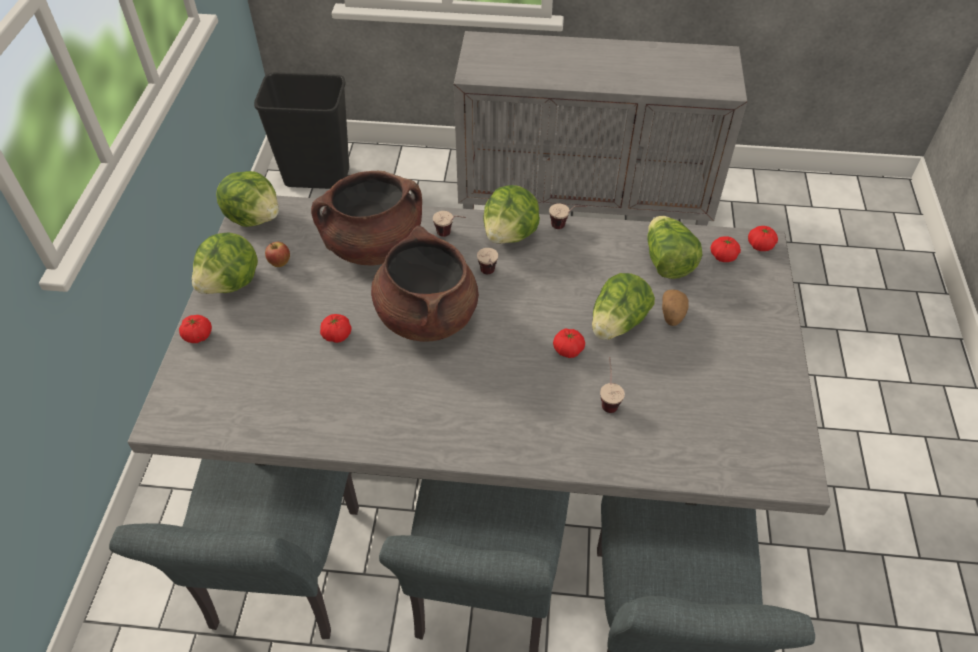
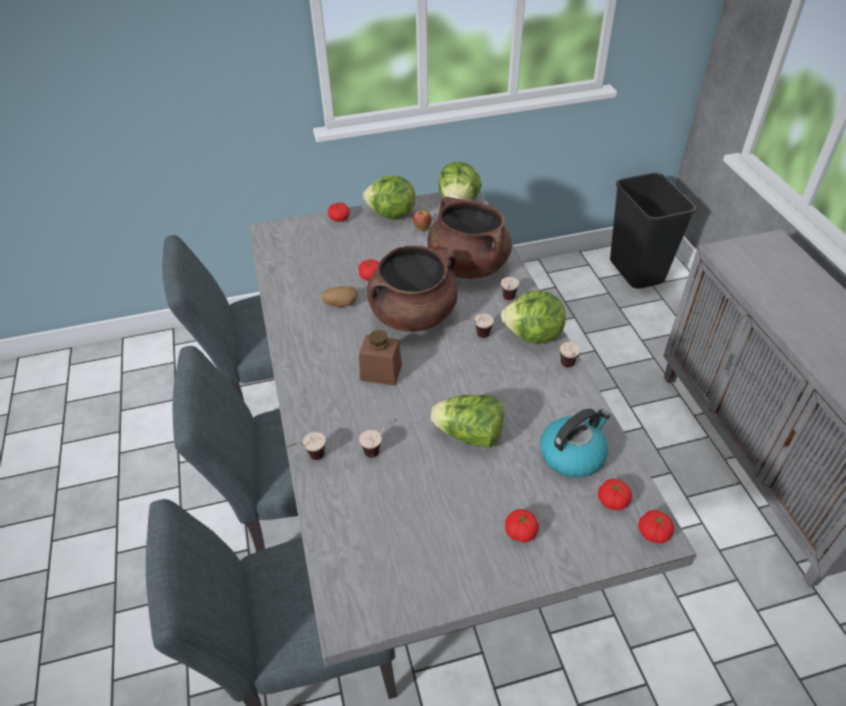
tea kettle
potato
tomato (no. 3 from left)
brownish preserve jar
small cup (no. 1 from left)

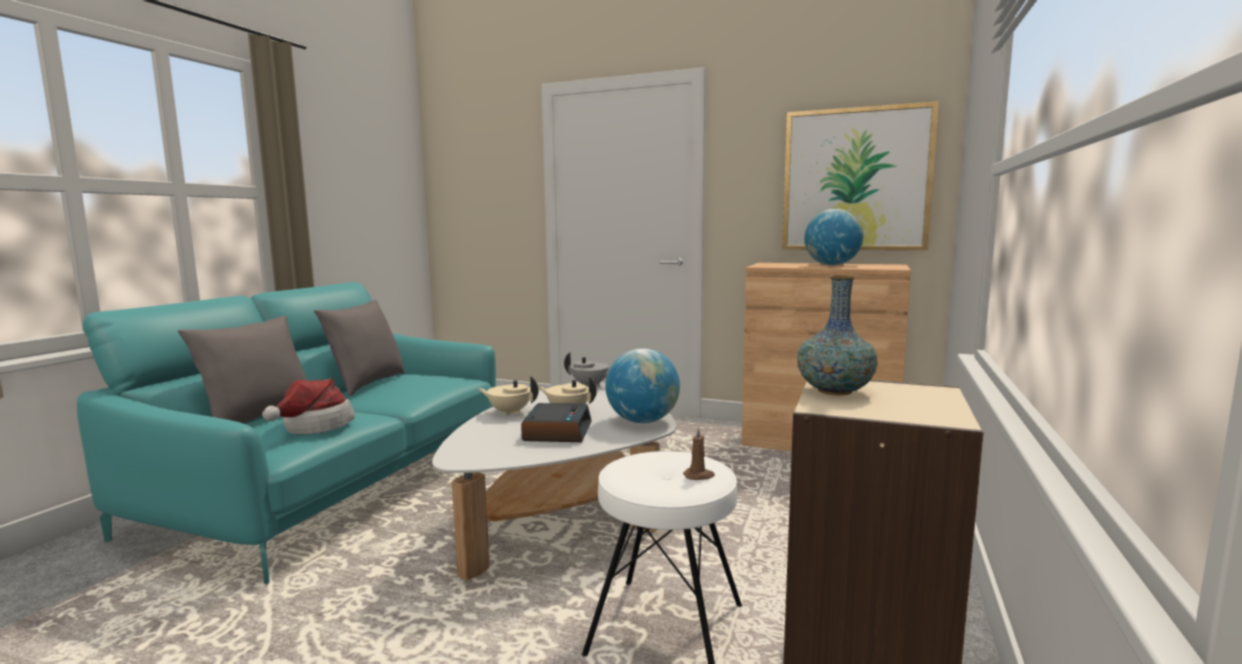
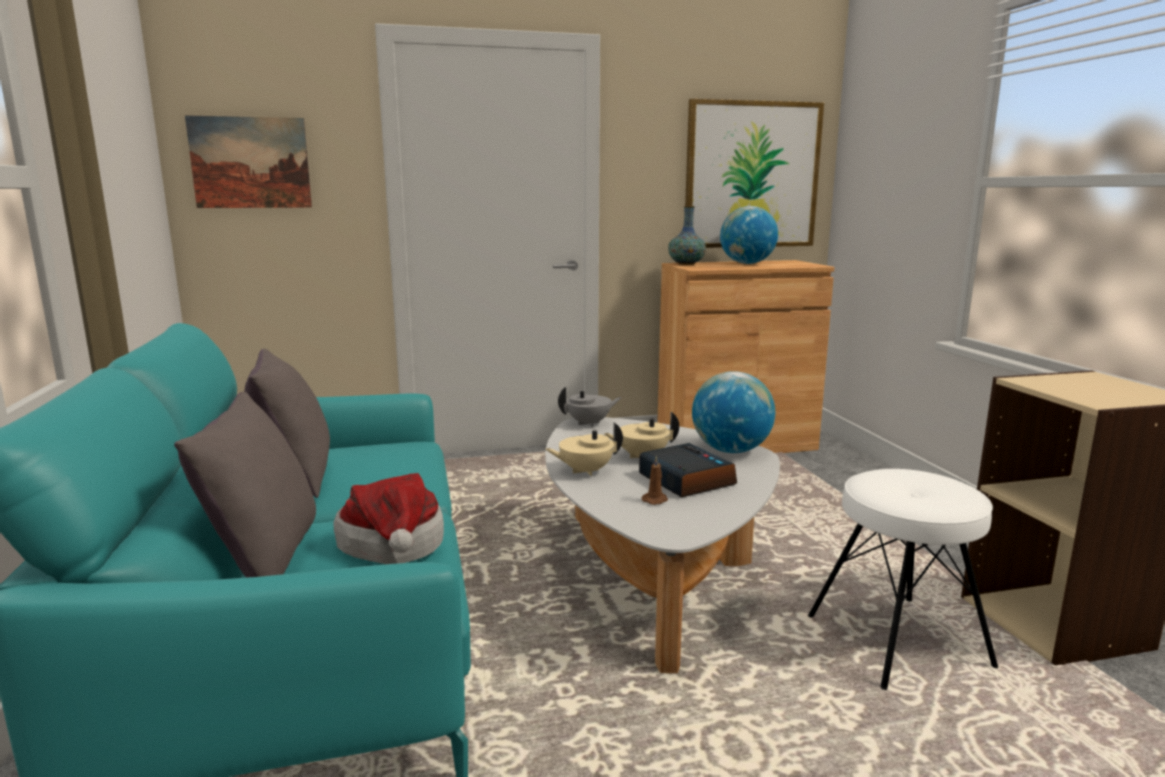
decorative vase
brownish candle
wall picture (no. 1 from left)

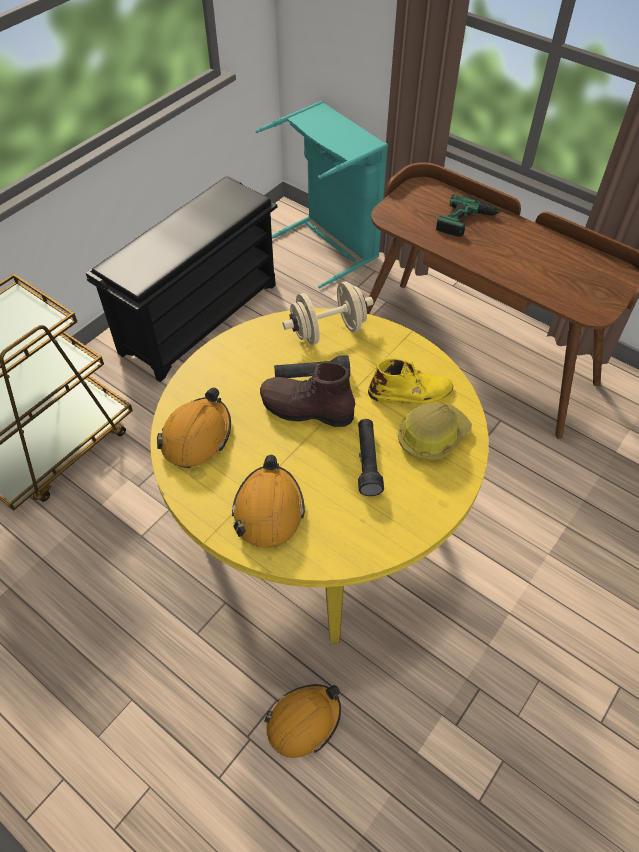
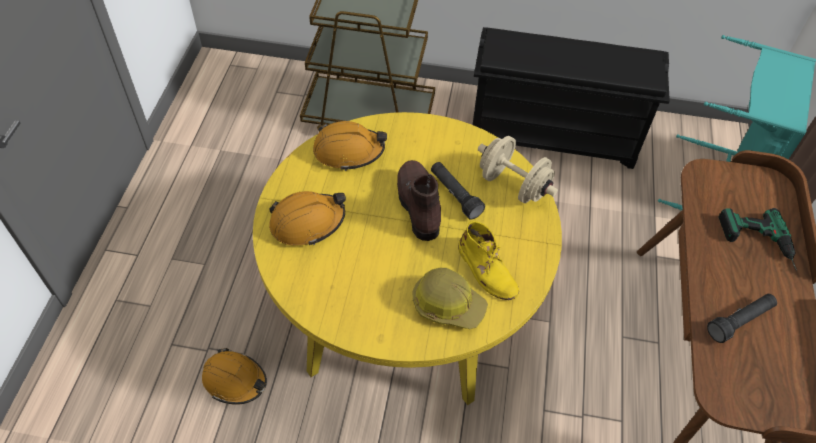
blackish hand torch (no. 2 from left)

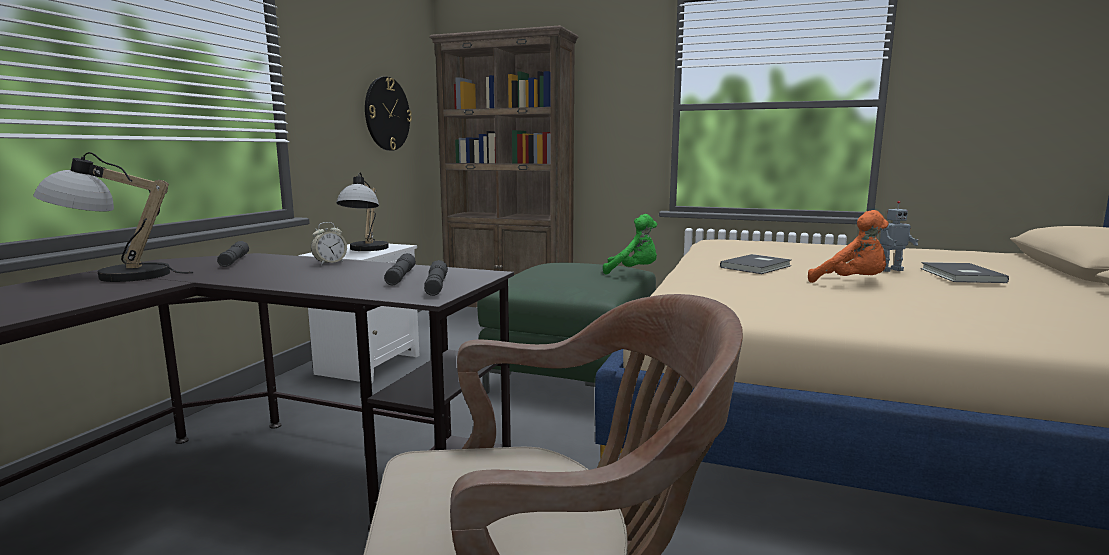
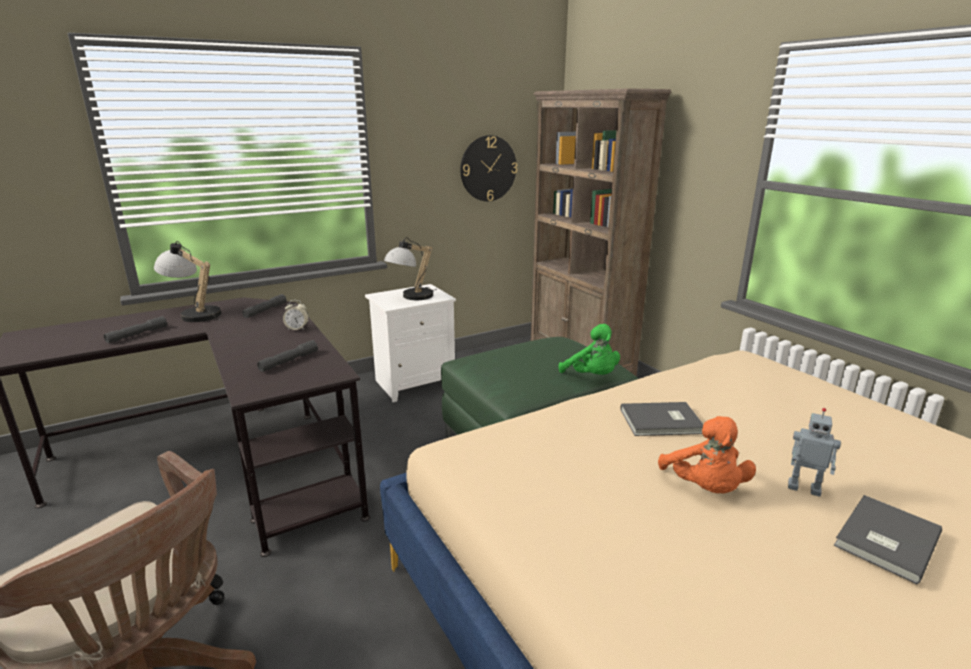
greyish hand torch (no. 1 from left)

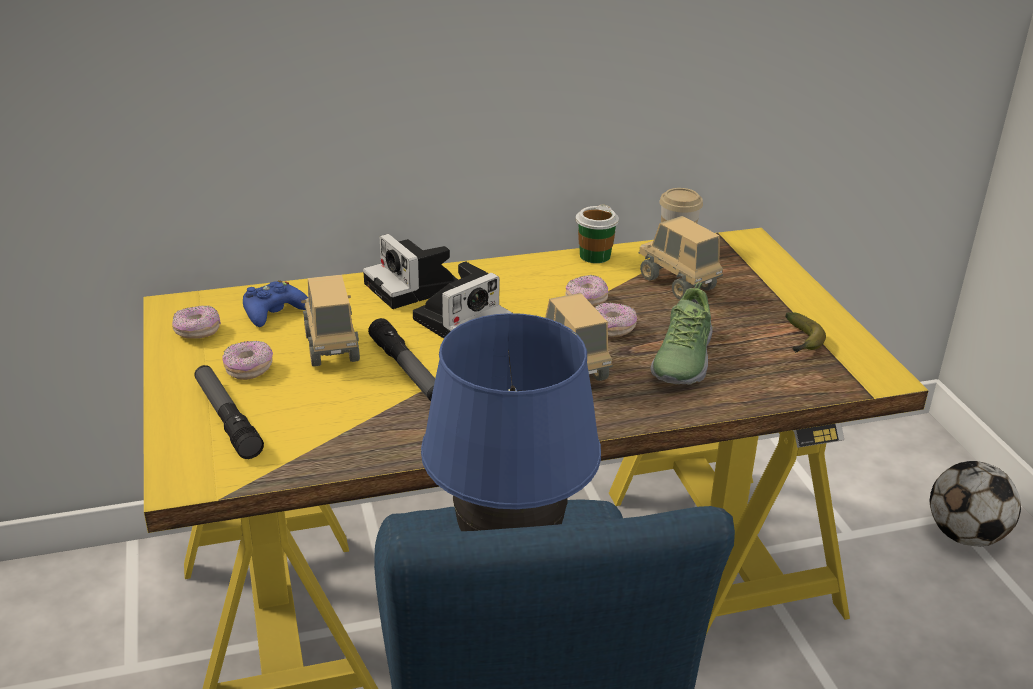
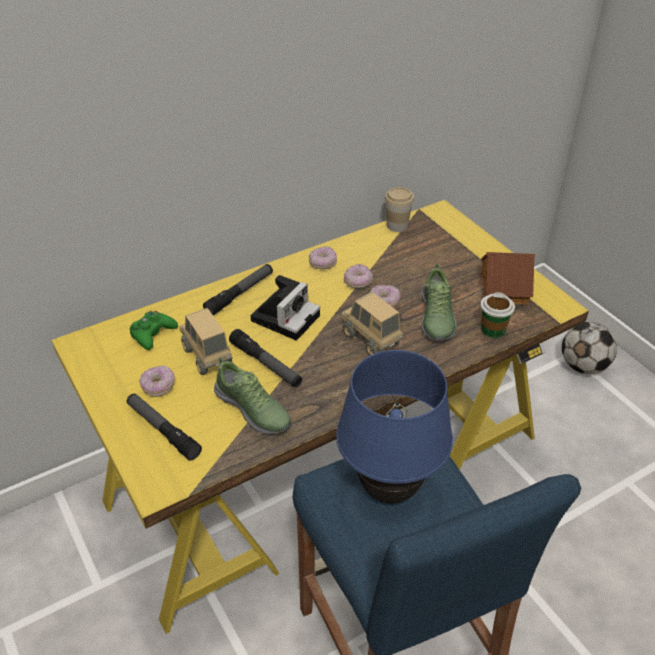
small cup (no. 2 from left)
toy truck (no. 3 from left in the first image)
hand torch (no. 2 from left)
green-coloured game controller
doughnut (no. 2 from left)
toy house
shoe (no. 1 from left)

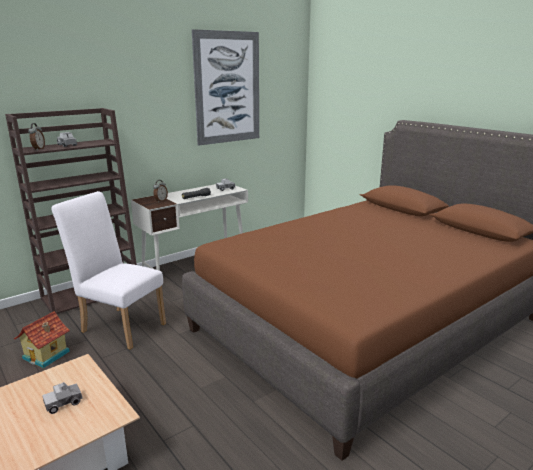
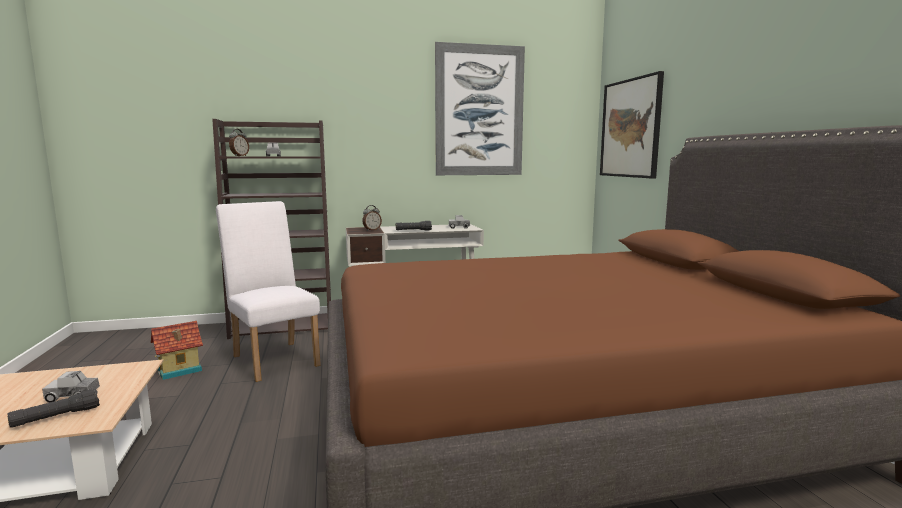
wall picture (no. 2 from left)
blackish hand torch (no. 1 from left)

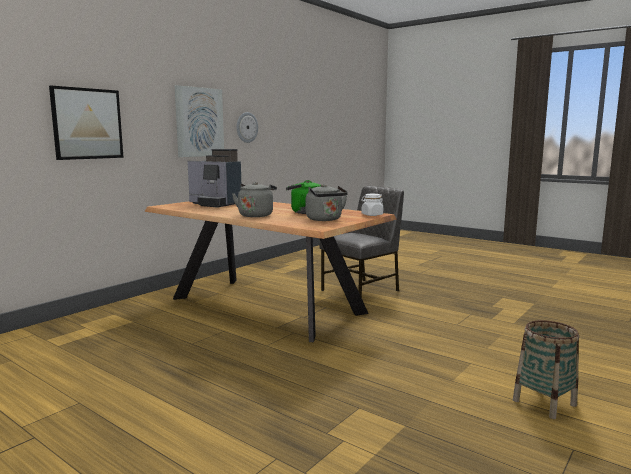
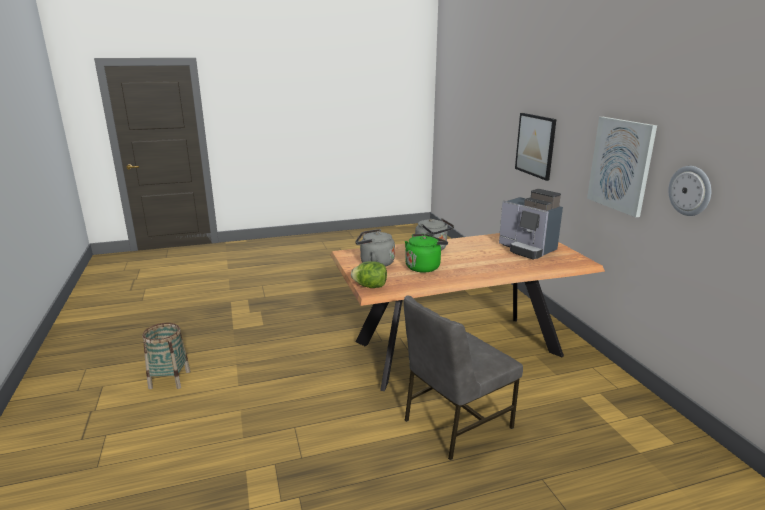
coffee brewer
greyish upright chair
lettuce head

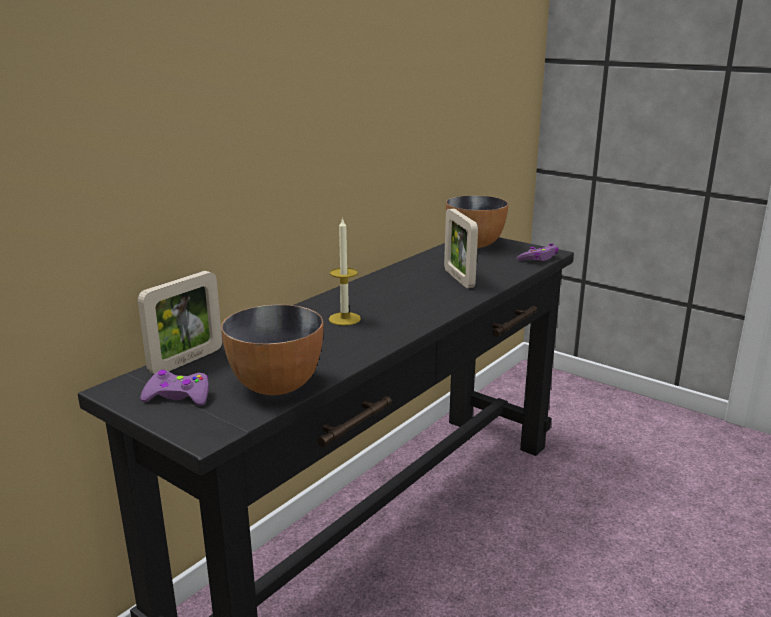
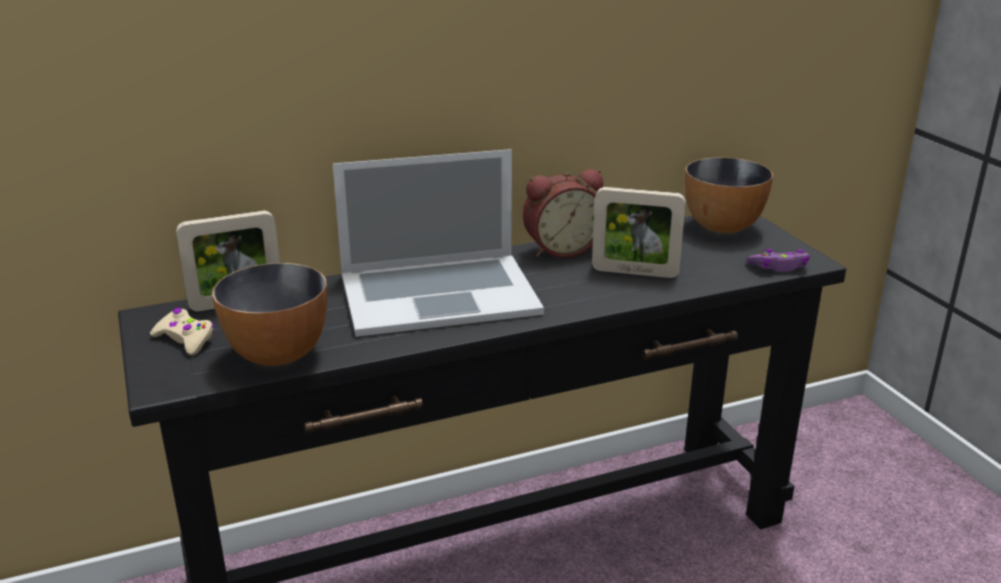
picture frame (no. 2 from left)
portable computer
sand-coloured game controller
table clock

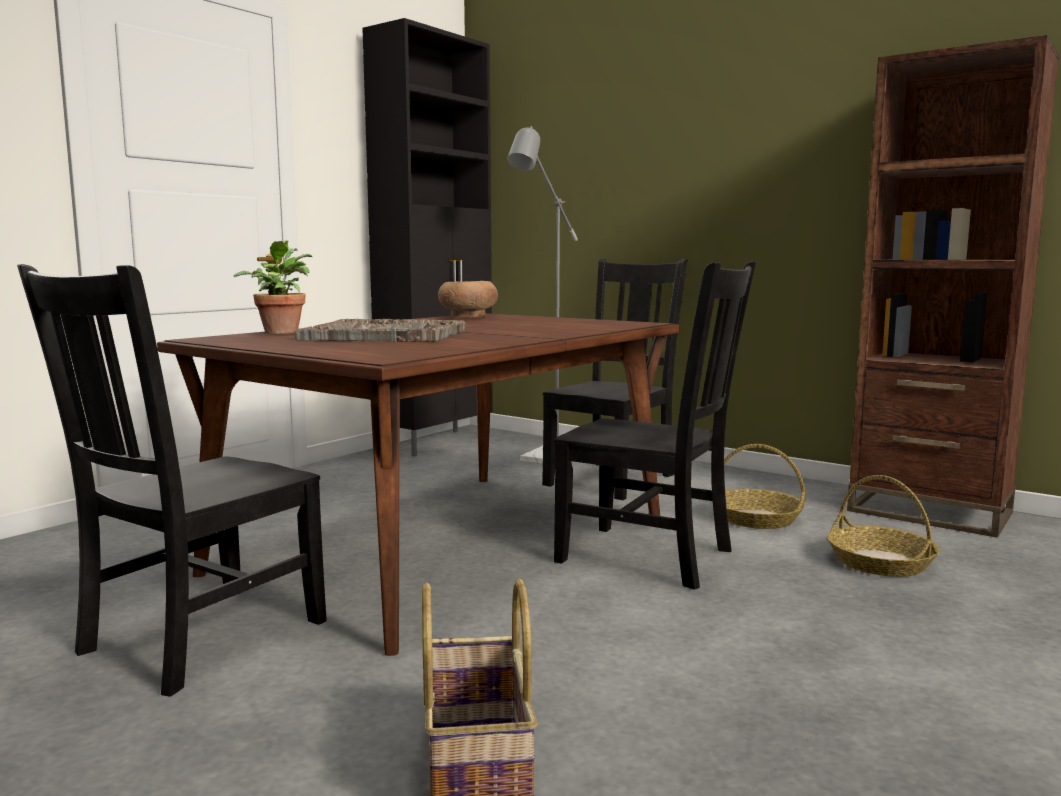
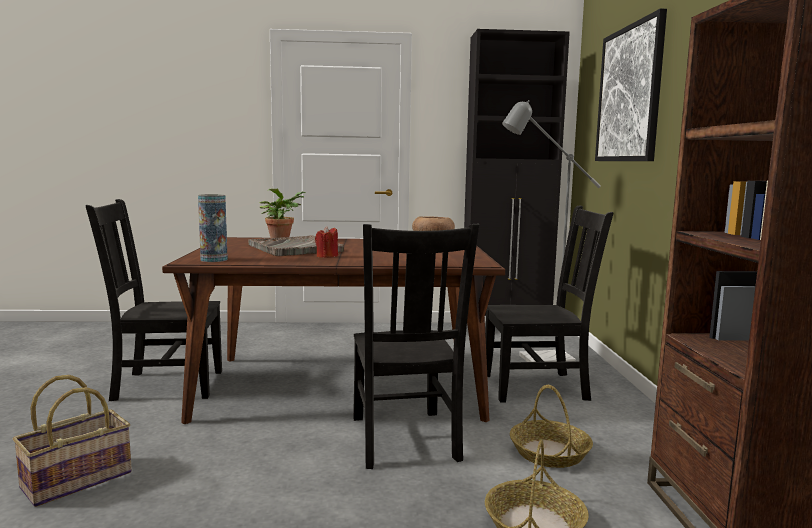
wall picture
decorative vase
reddish candle

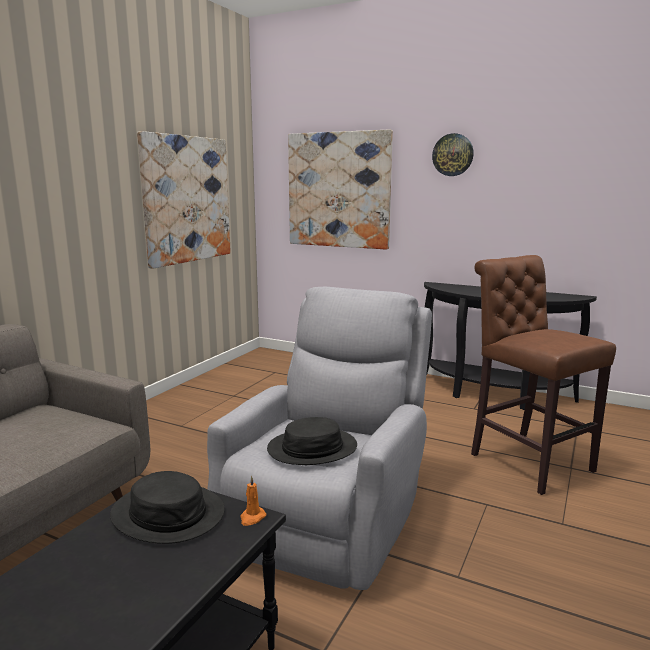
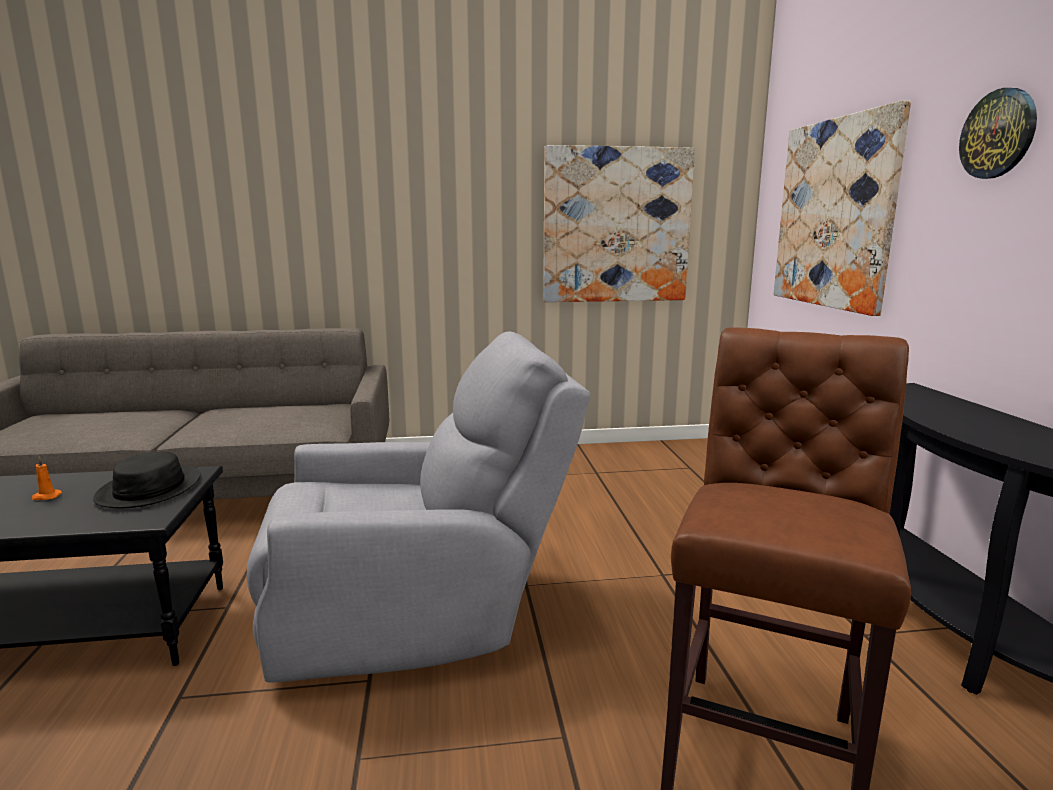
blackish hat (no. 2 from left in the first image)
orangey candle

